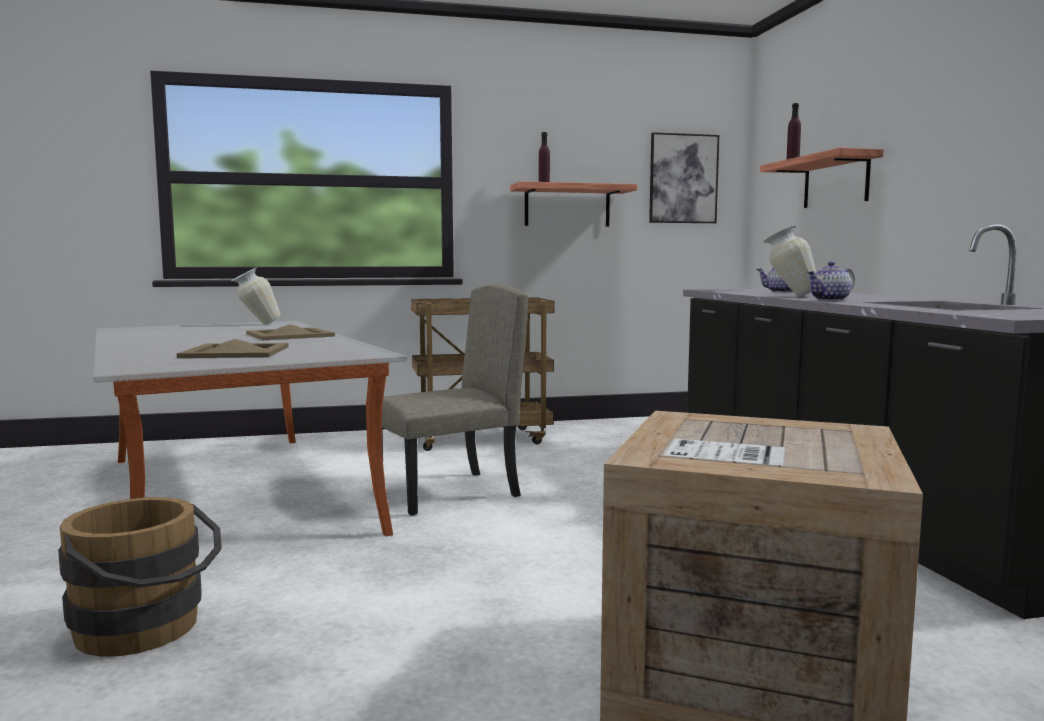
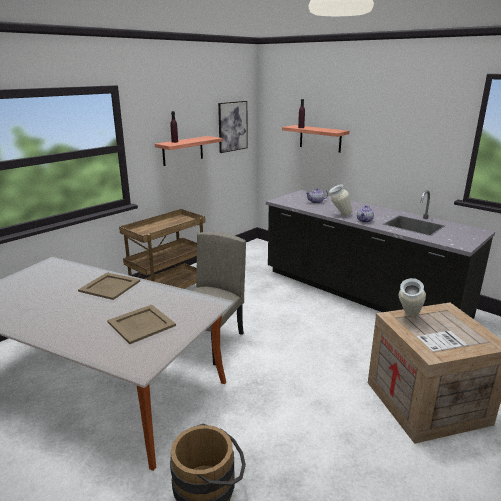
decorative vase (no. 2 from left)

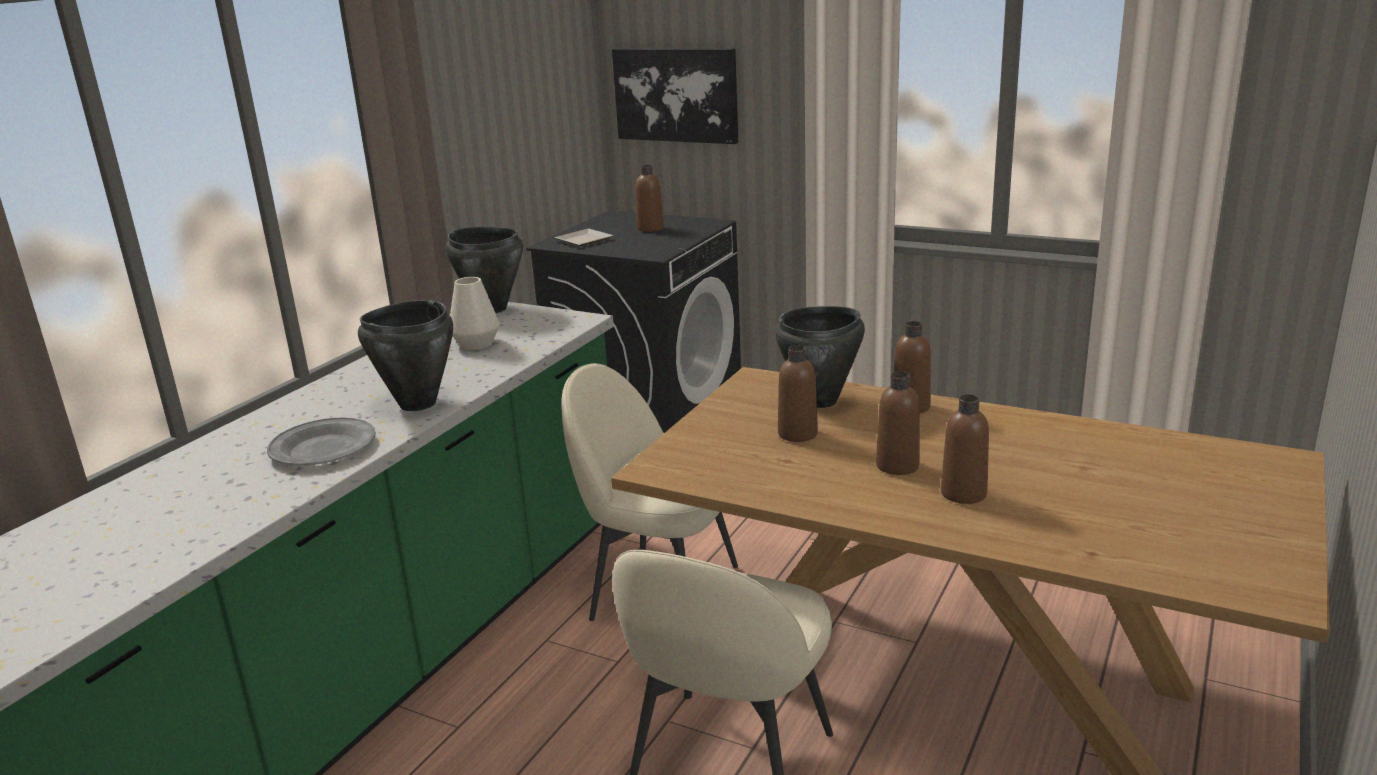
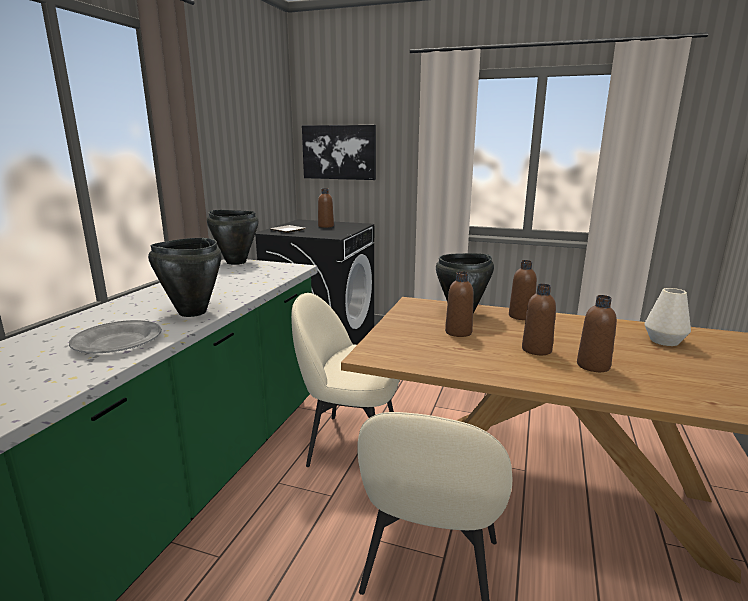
white decorative vase

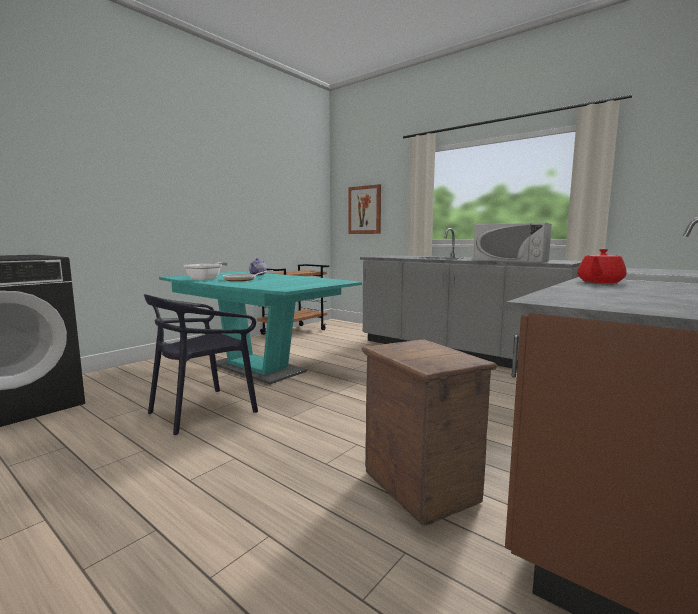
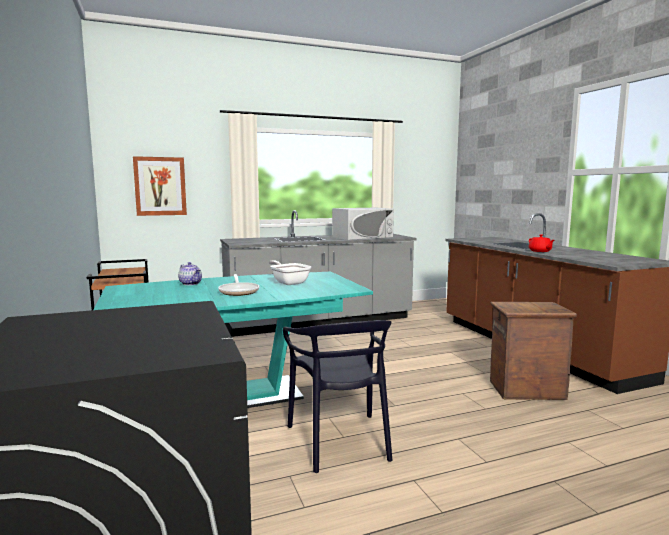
skillet (no. 2 from left)

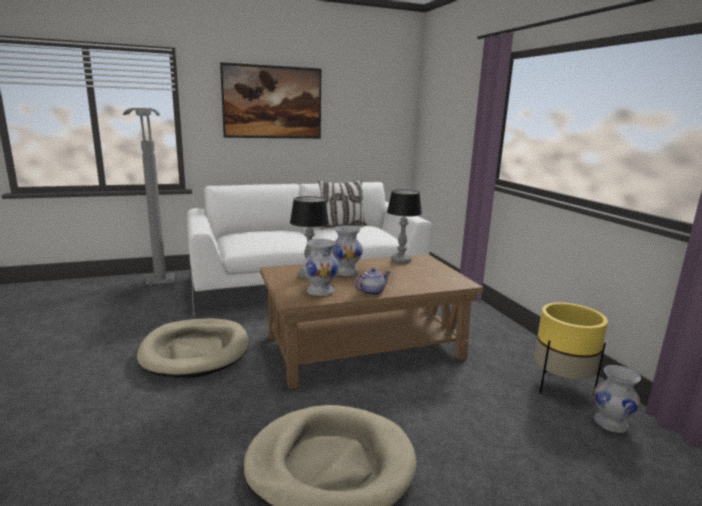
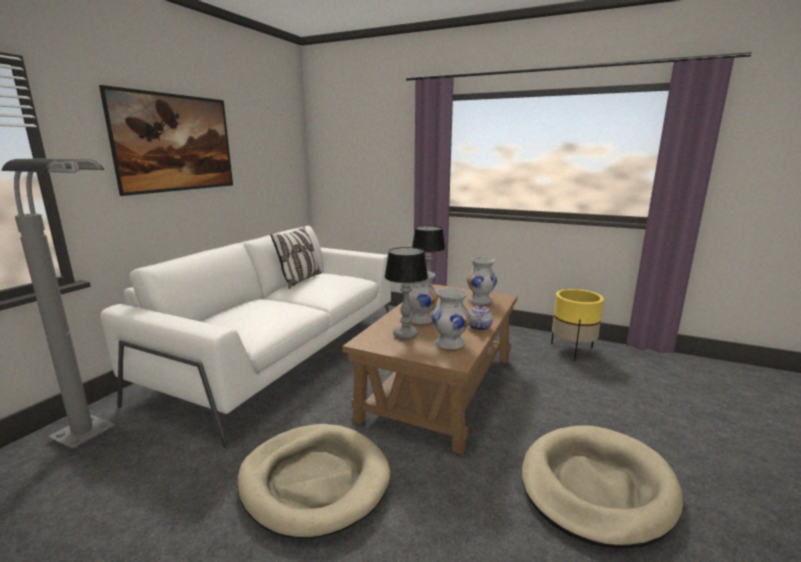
white decorative vase (no. 3 from left)

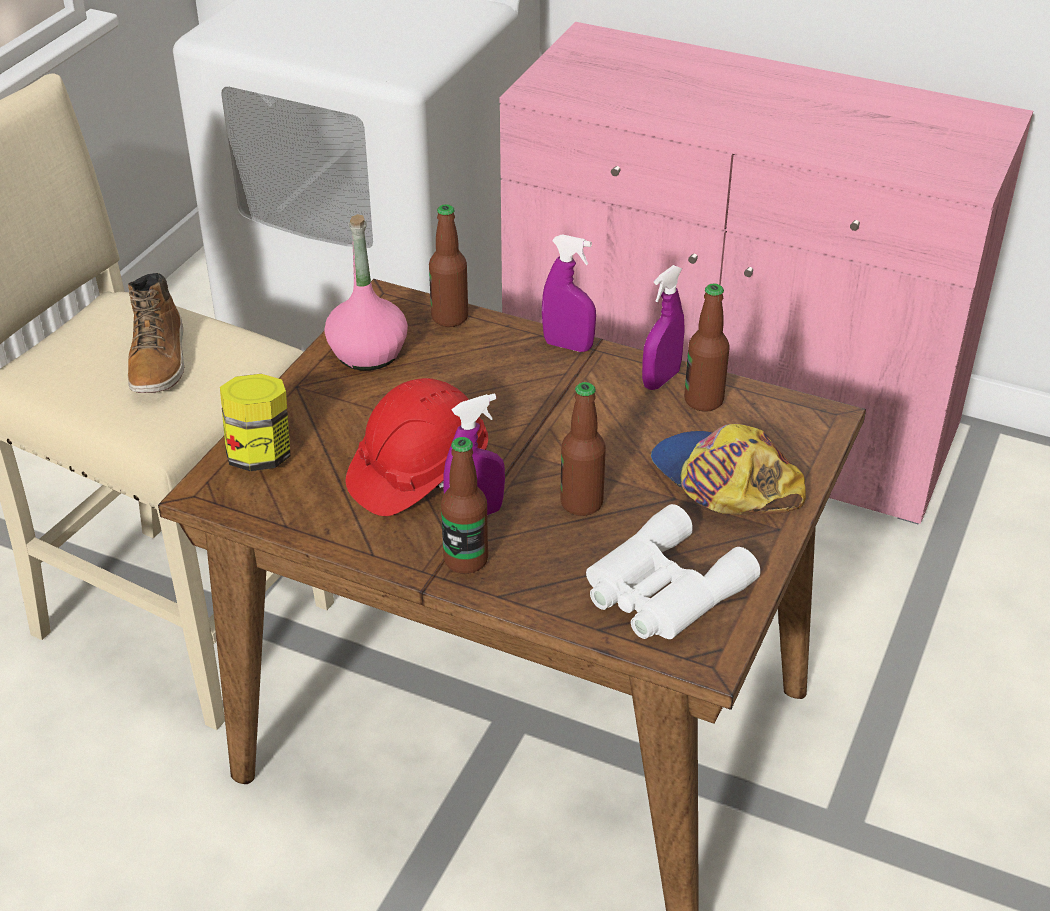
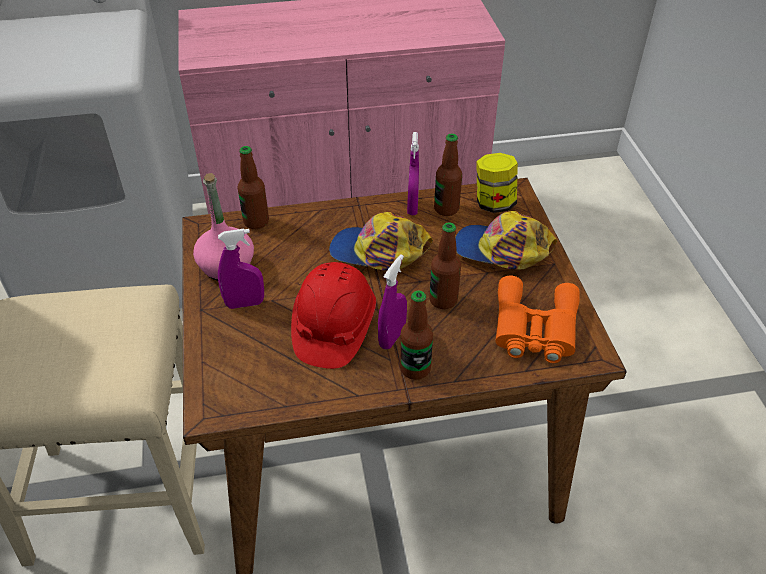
purplish hand sprayer (no. 1 from left)
boot
preserve jar
orangey binoculars
baseball cap (no. 1 from left)

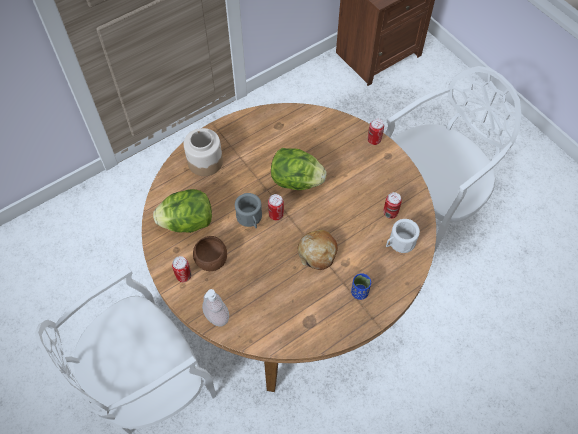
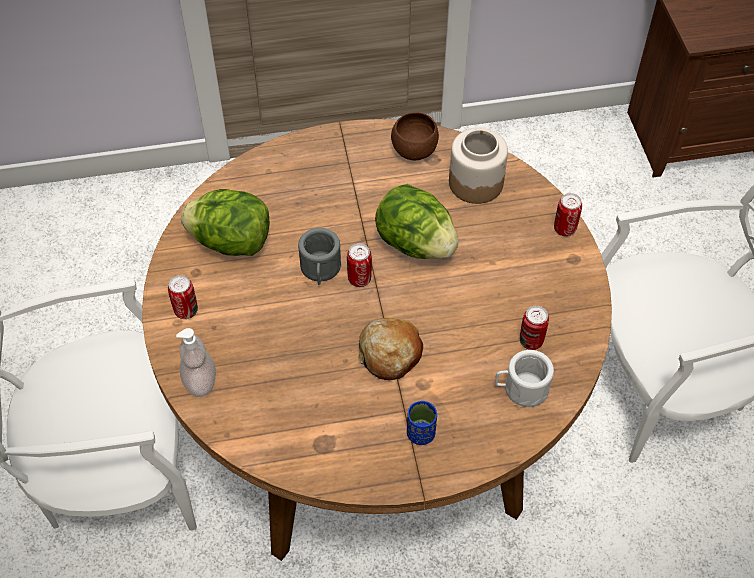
preserve jar
brownish deep dish

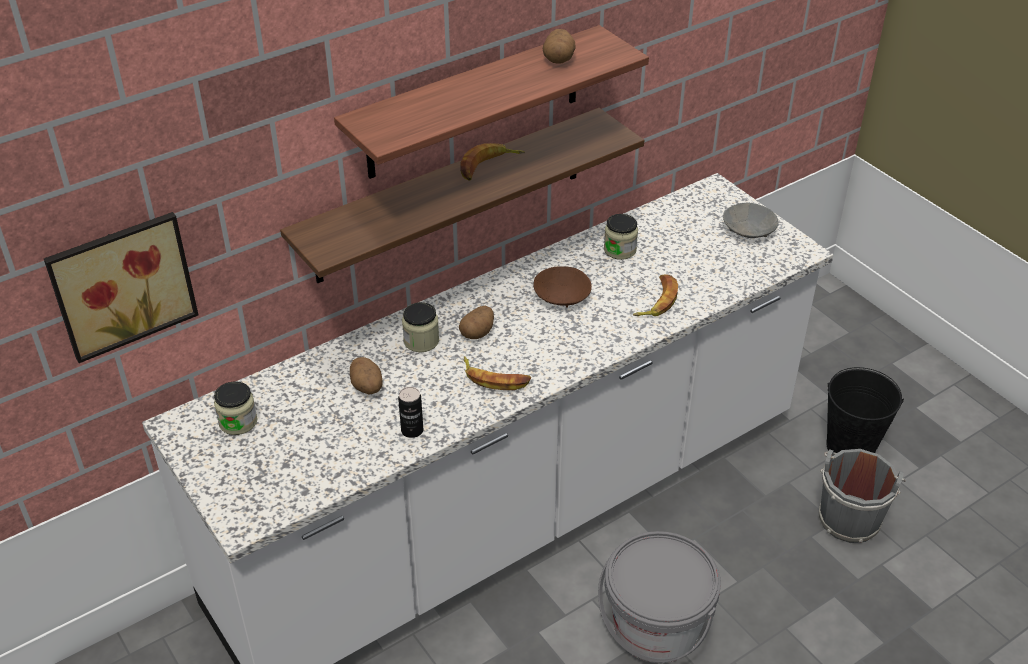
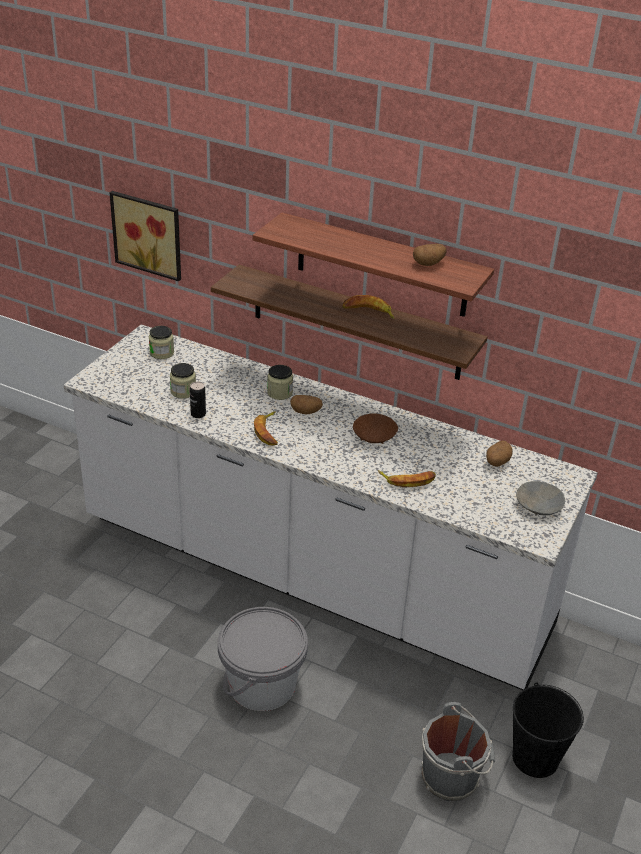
preserve jar (no. 2 from left)
potato (no. 3 from left)

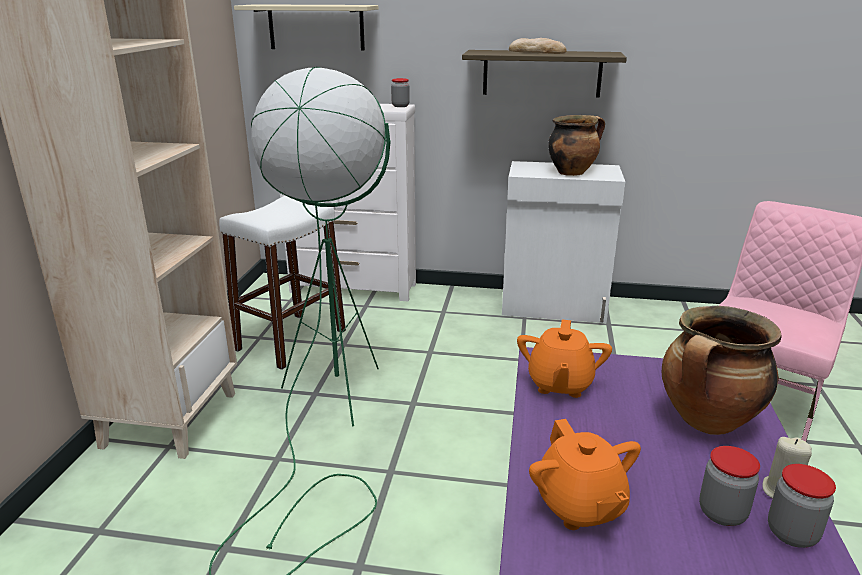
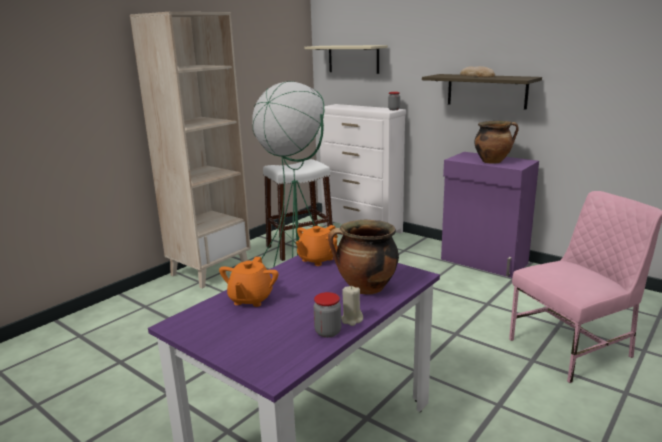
purplish cupboard
preserve jar (no. 2 from left in the first image)

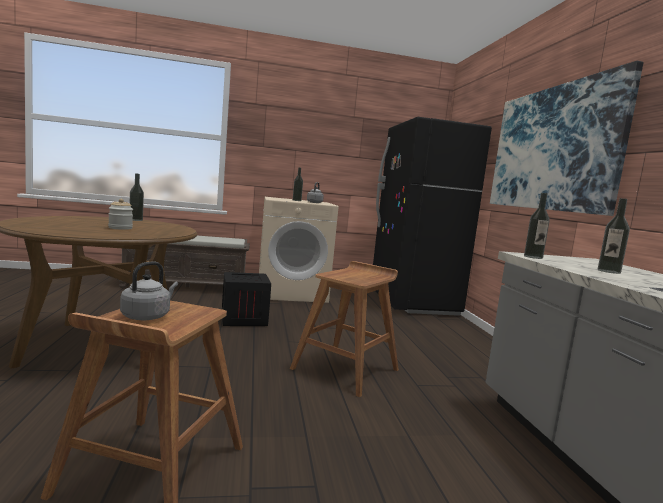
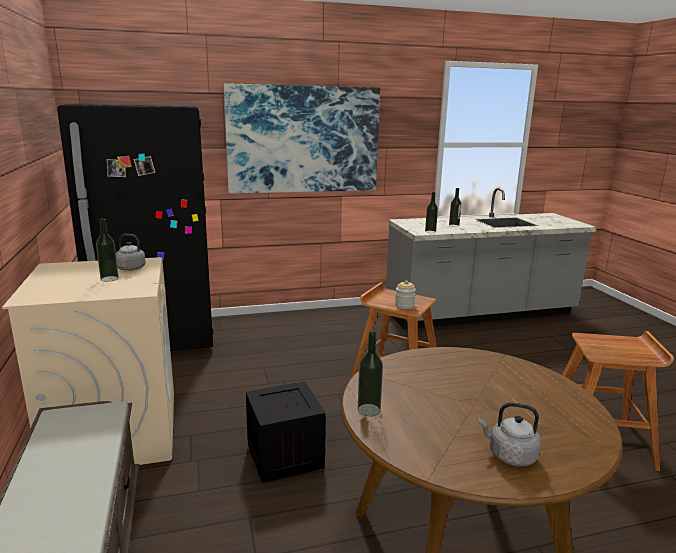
preserve jar
greyish tea kettle (no. 2 from left)

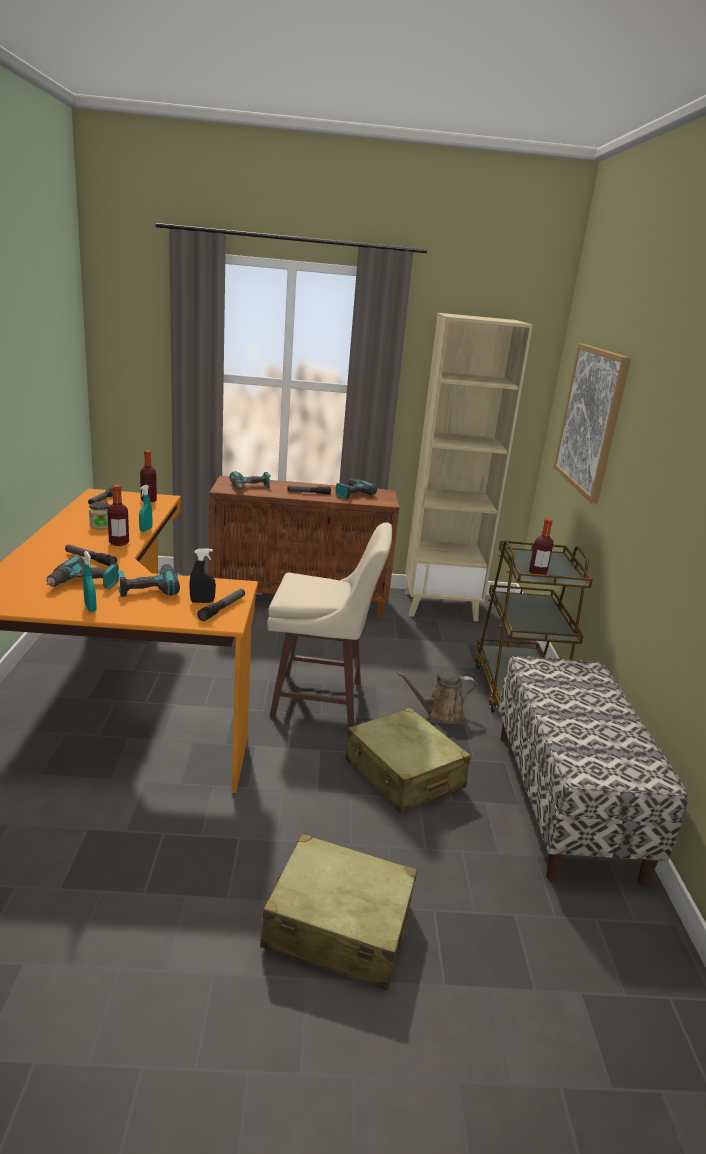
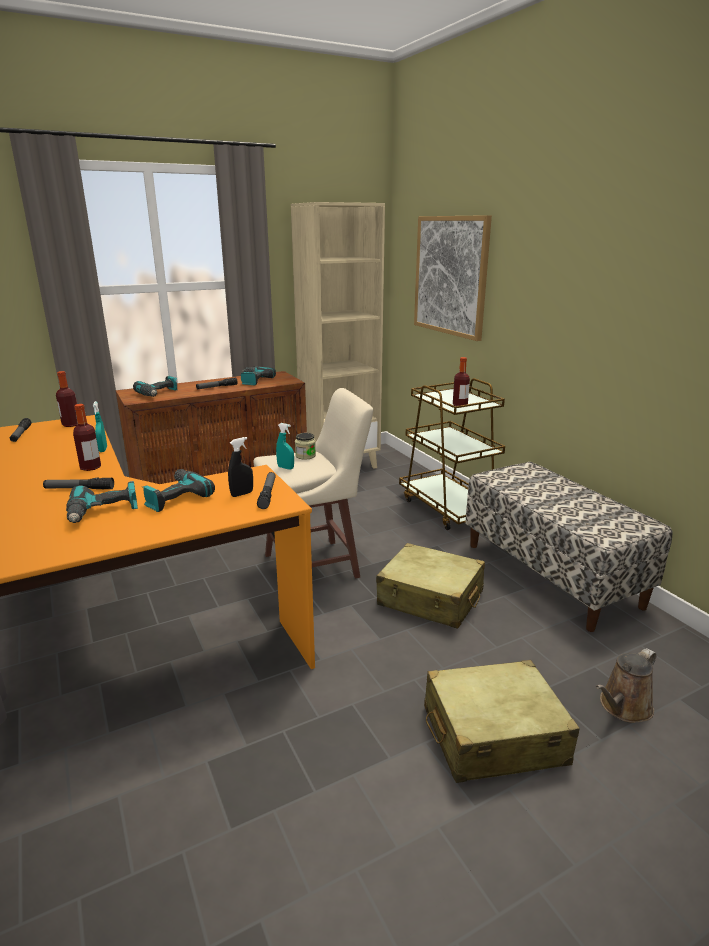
preserve jar
turquoise hand sprayer (no. 2 from left)
brownish watering pot

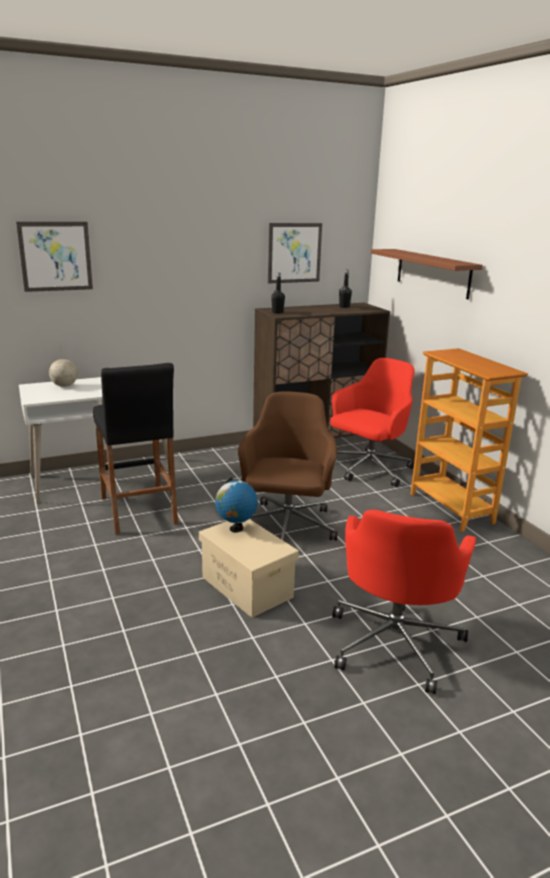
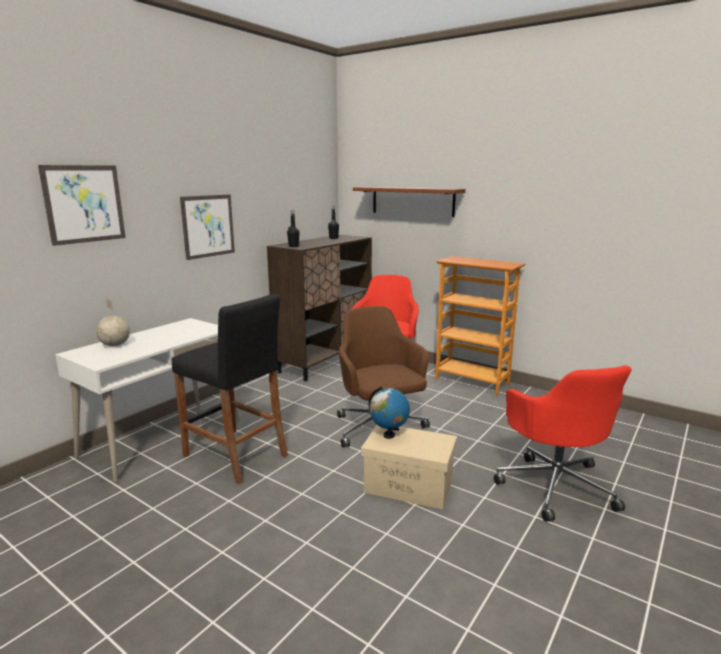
wall picture (no. 2 from left)

